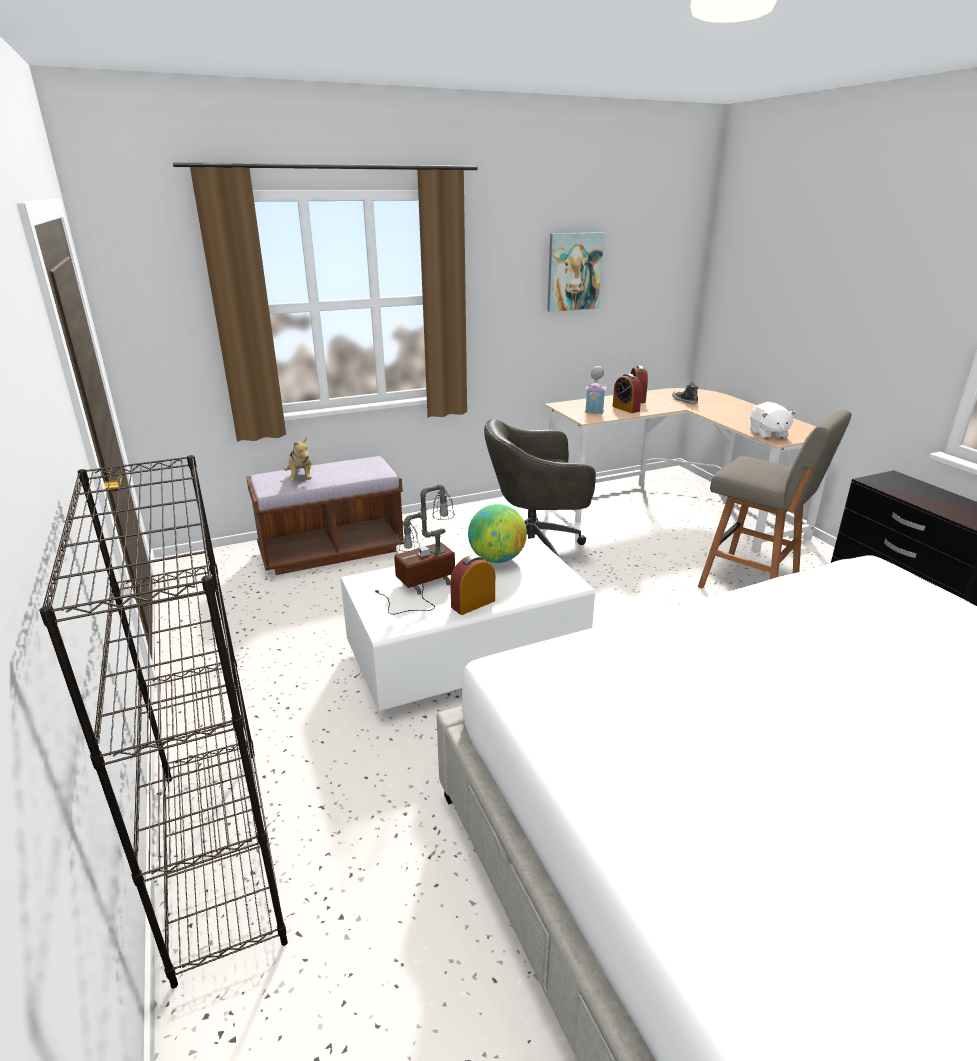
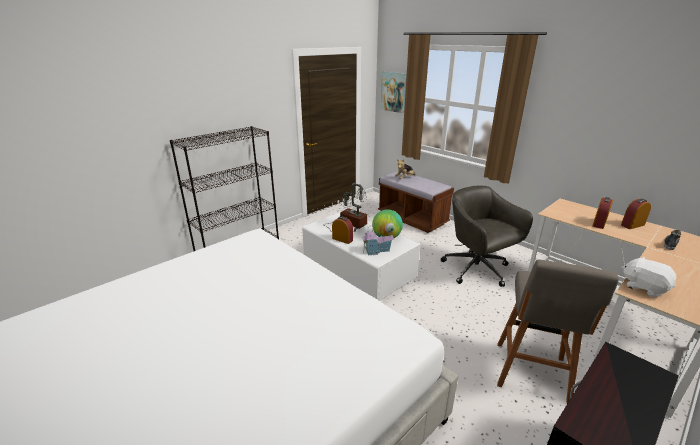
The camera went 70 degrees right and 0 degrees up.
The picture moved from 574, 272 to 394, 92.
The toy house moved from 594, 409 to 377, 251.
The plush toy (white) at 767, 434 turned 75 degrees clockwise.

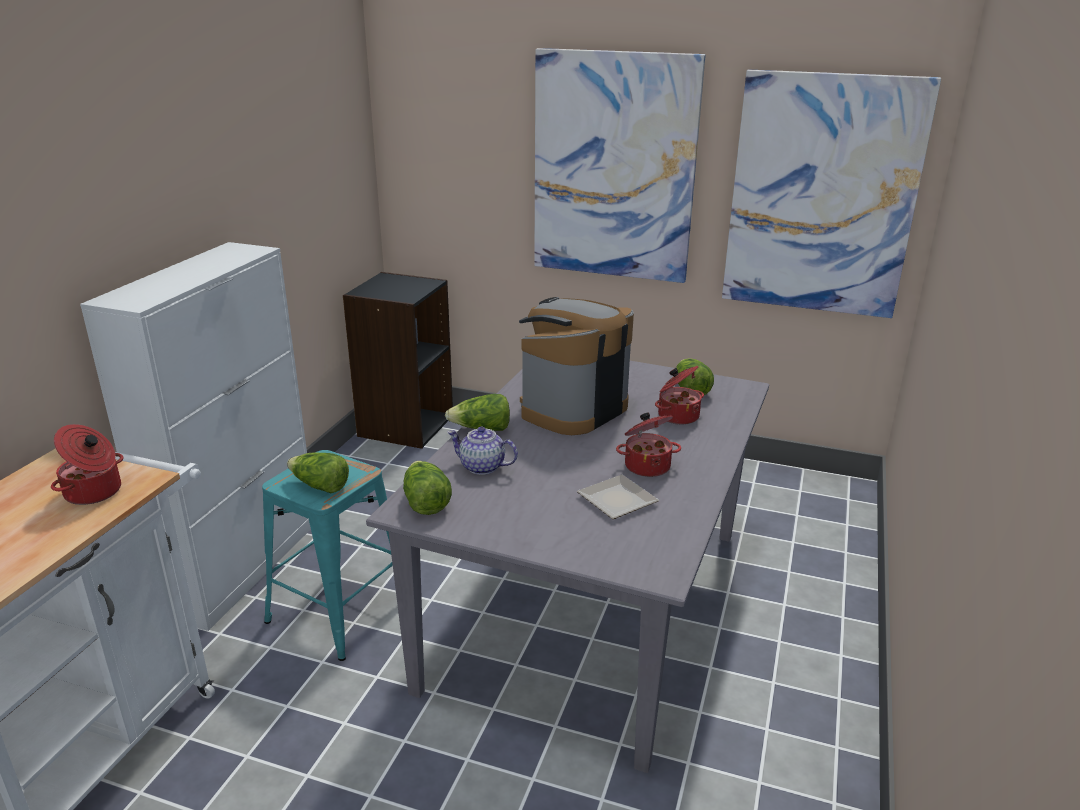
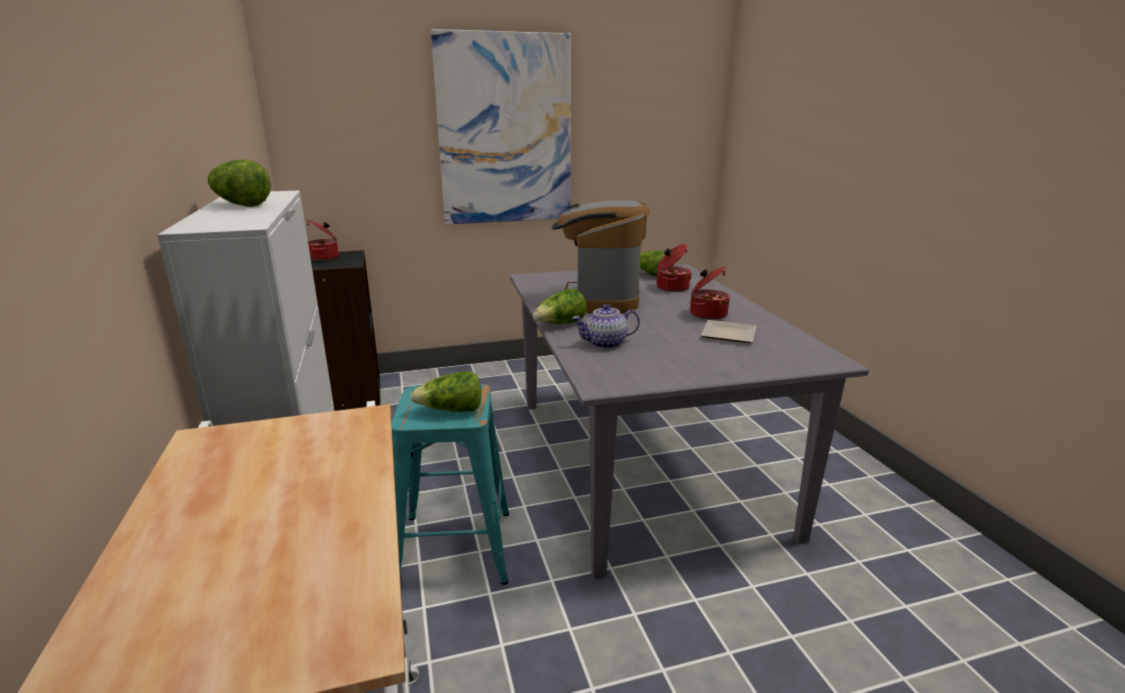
The camera went 35 degrees left and 5 degrees down.
The cooking pot moved from 94, 492 to 324, 258.
The lettuce moved from 425, 502 to 239, 204.
The picture at 822, 196 disappeared.

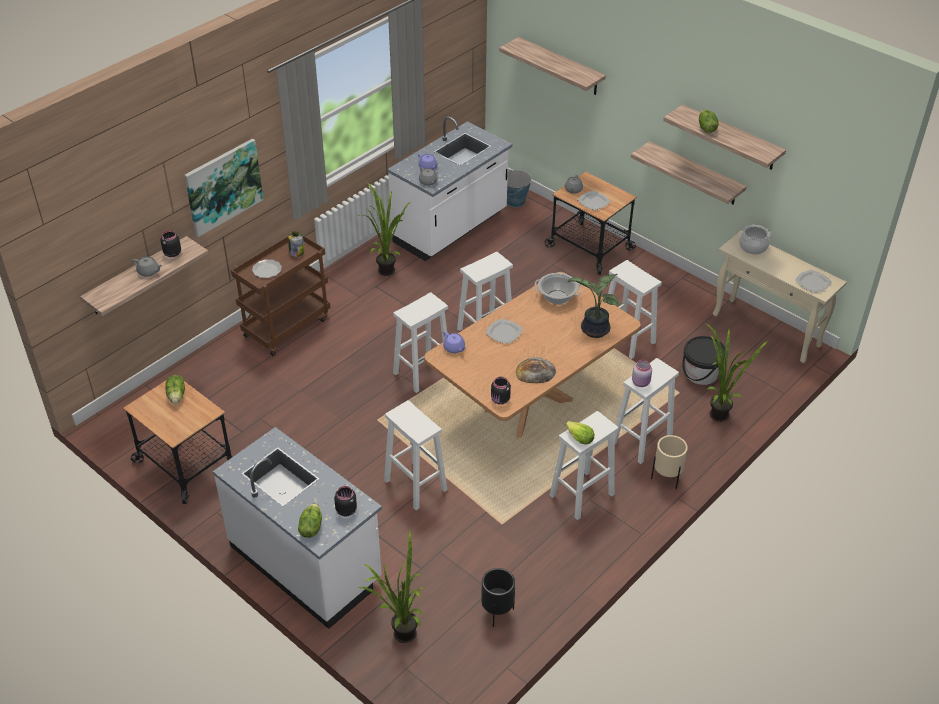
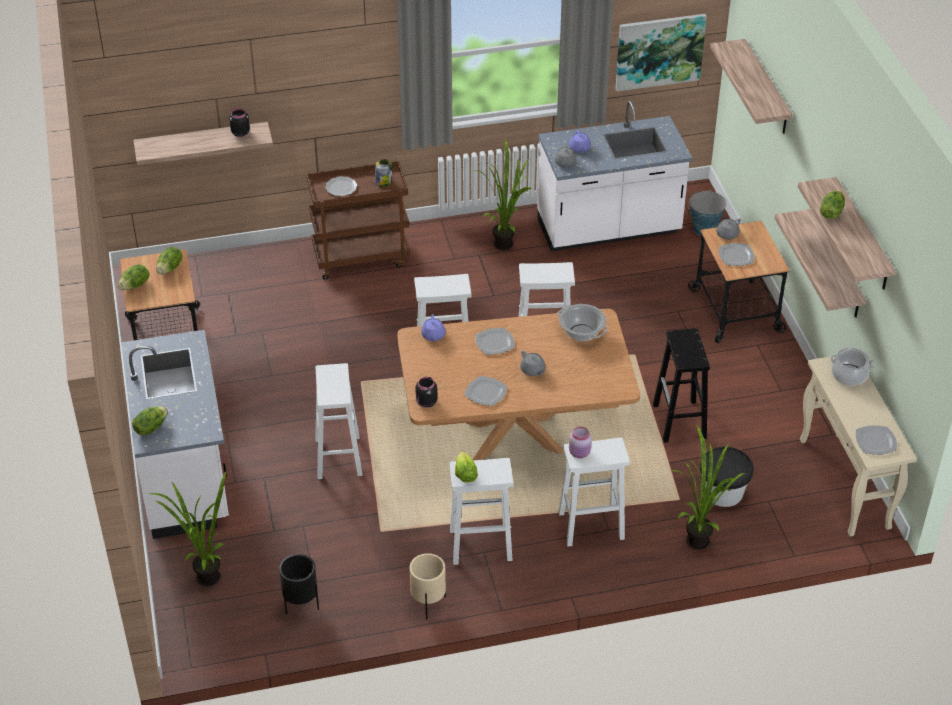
The camera went 35 degrees right and 0 degrees up.
The teapot (grey) moved from 149, 272 to 533, 370.
The picture moved from 223, 186 to 659, 51.
The jar (black) at 346, 510 disappeared.
The bread at 535, 371 was replaced by the plate at 486, 393.
The potted plant at 593, 330 disappeared.
The stool (white) at 628, 340 became the stool (black) at 679, 422.
The planter (beige) moved from 666, 478 to 428, 604.
The lettuce at 135, 285 appeared.

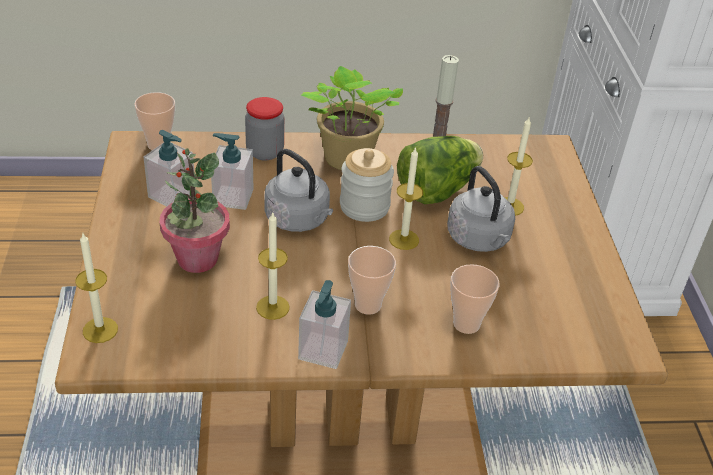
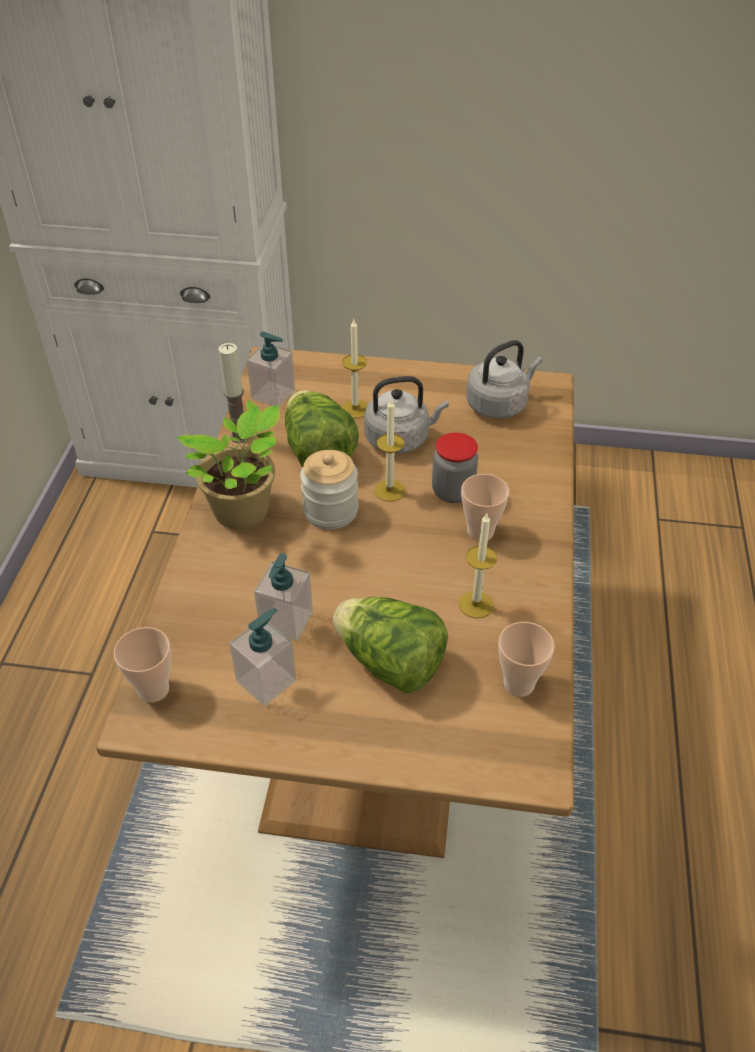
The camera went 75 degrees left and 5 degrees up.
The candle at 100, 330 disappeared.
The potted plant at 197, 259 was replaced by the lettuce at 390, 663.
The jar moved from 265, 152 to 453, 492.
The kettle (grey) moved from 299, 220 to 499, 404.
The soap dispenser moved from 323, 350 to 273, 394.
The cup moved from 466, 324 to 518, 684.

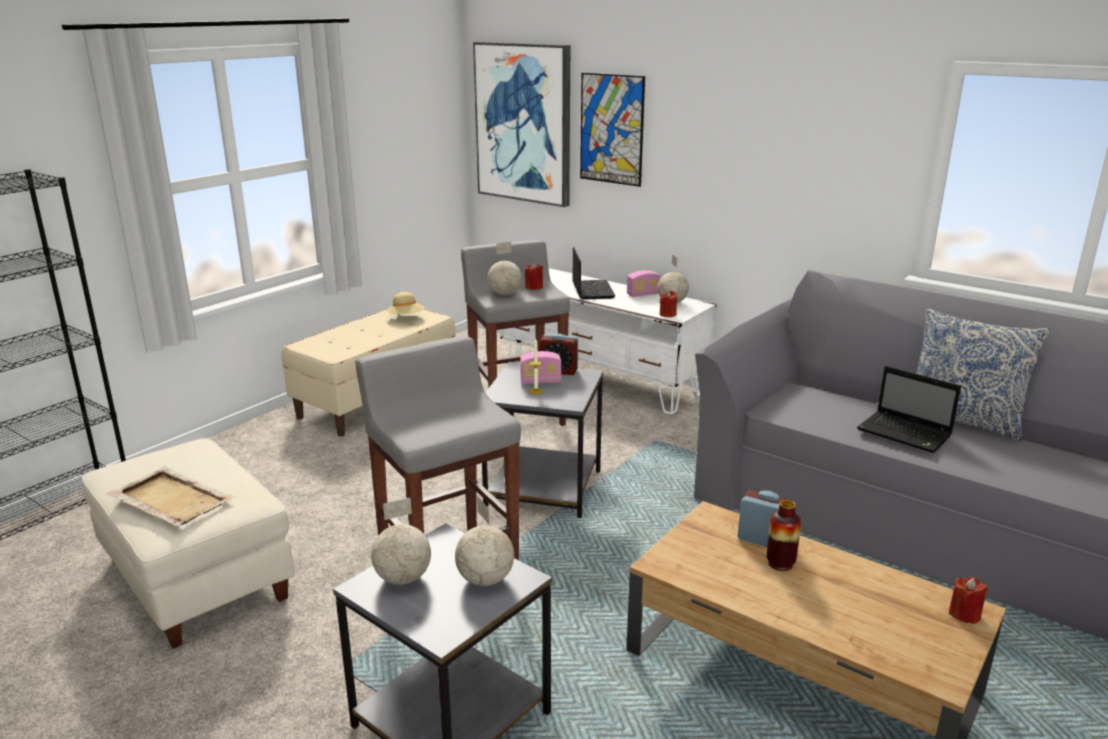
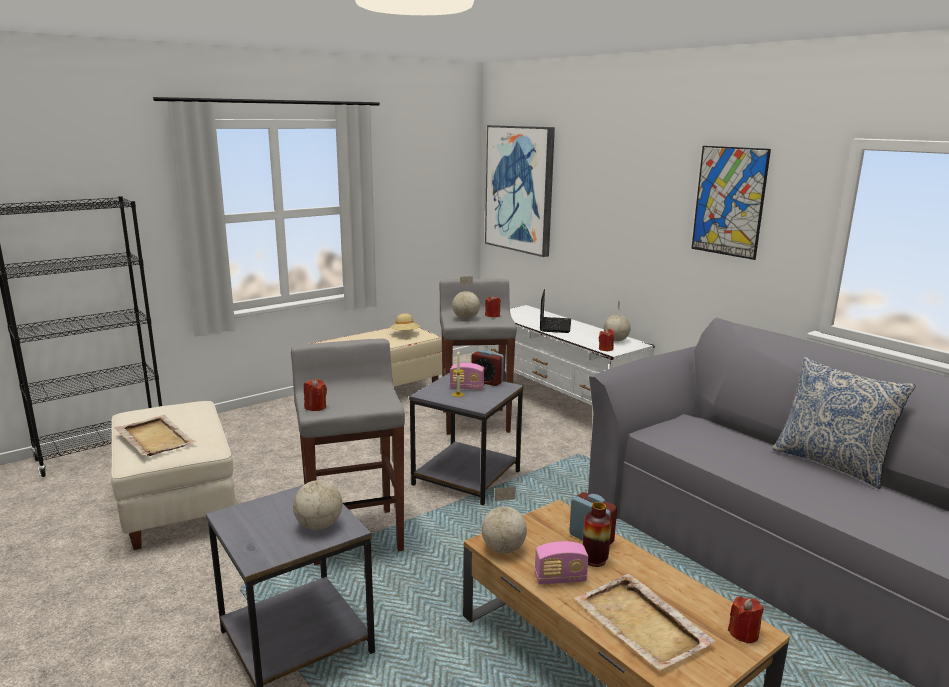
The camera went 15 degrees right and 5 degrees down.
The globe moved from 404, 578 to 504, 549.
The picture moved from 611, 129 to 729, 201.
The radio moved from 643, 294 to 560, 579.
The laptop at 906, 433 disappeared.
The candle (red) at 315, 407 appeared.
The tray (beige) at 642, 624 appeared.

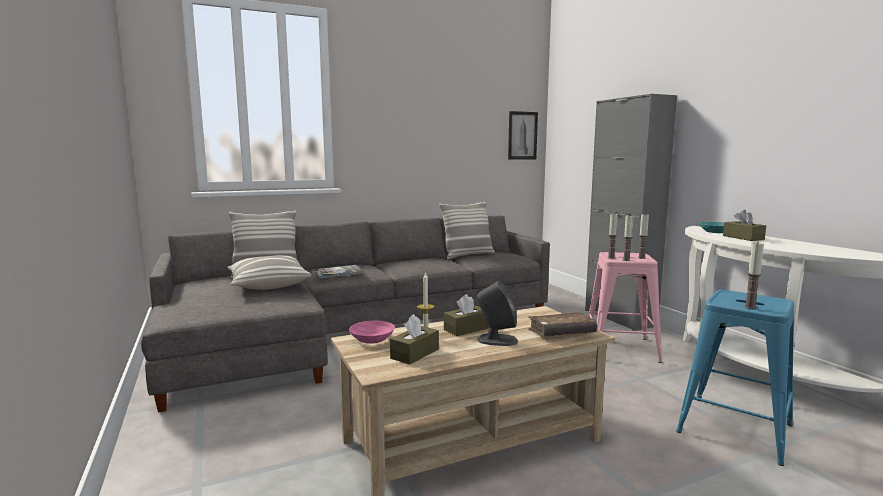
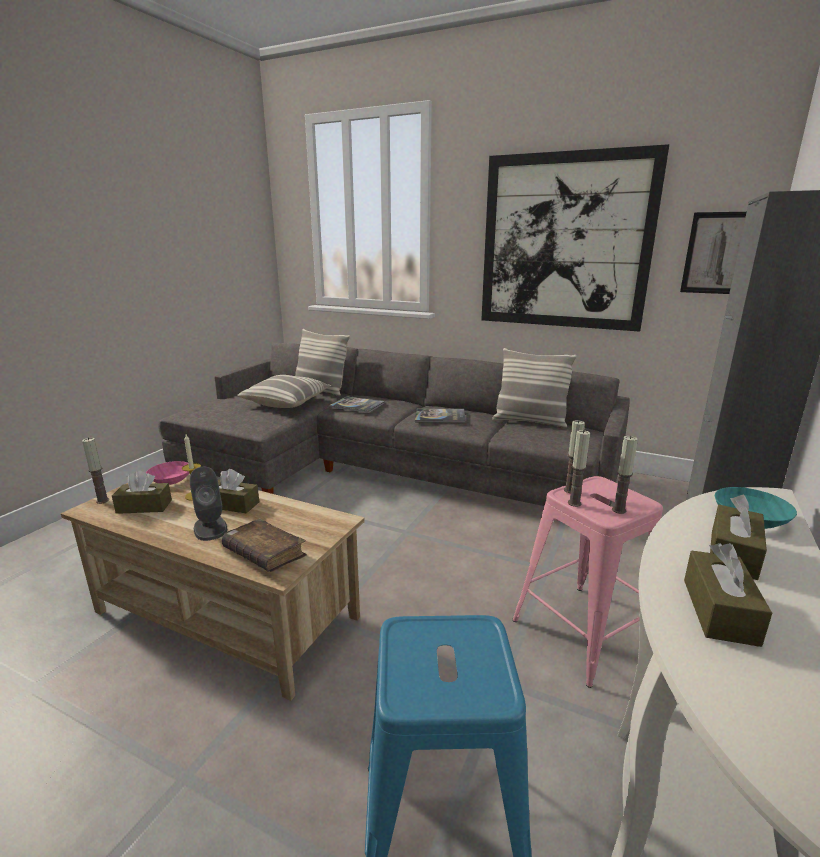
The camera went 50 degrees right and 10 degrees up.
The candle moved from 750, 307 to 102, 500.
The book at 440, 416 appeared.
The picture at 565, 242 appeared.
The tissue box (brown) at 719, 611 appeared.

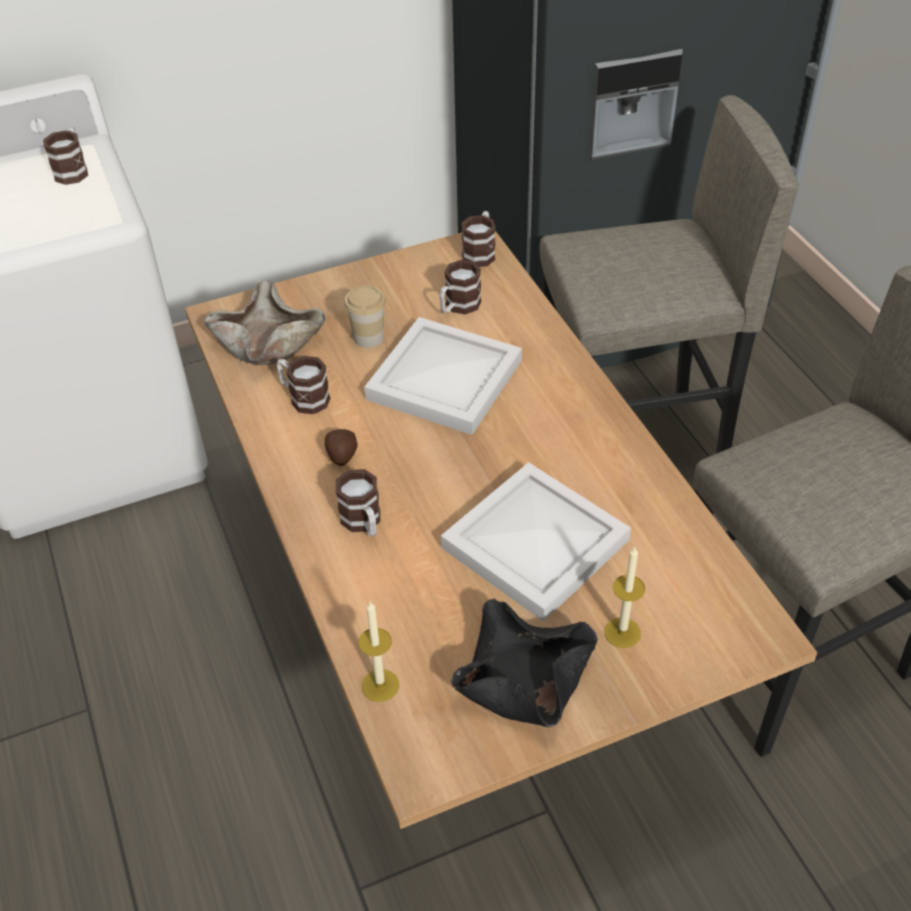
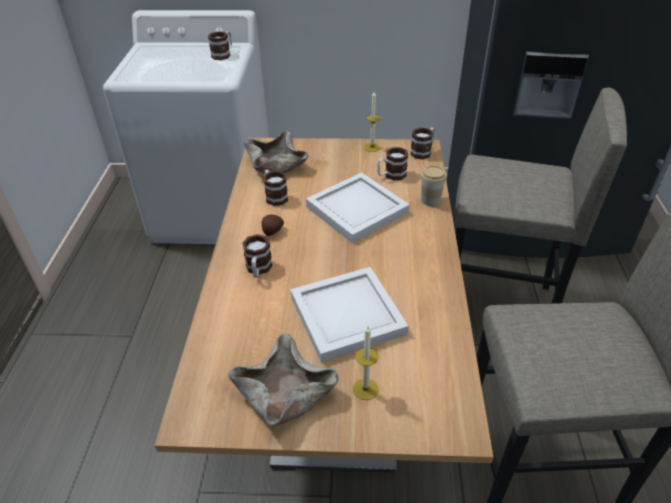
The camera went 25 degrees right and 5 degrees down.
The cup moved from 368, 337 to 430, 200.
The candle moved from 380, 685 to 372, 147.
The bowl (black) at 525, 680 became the bowl (beige) at 285, 393.

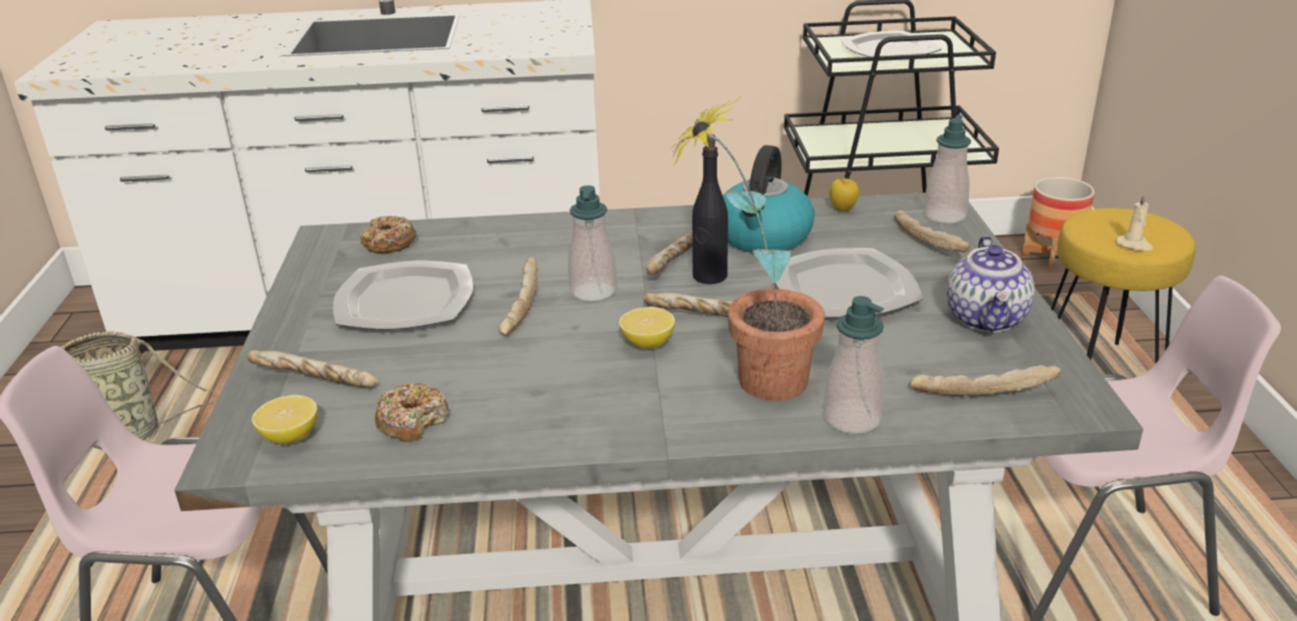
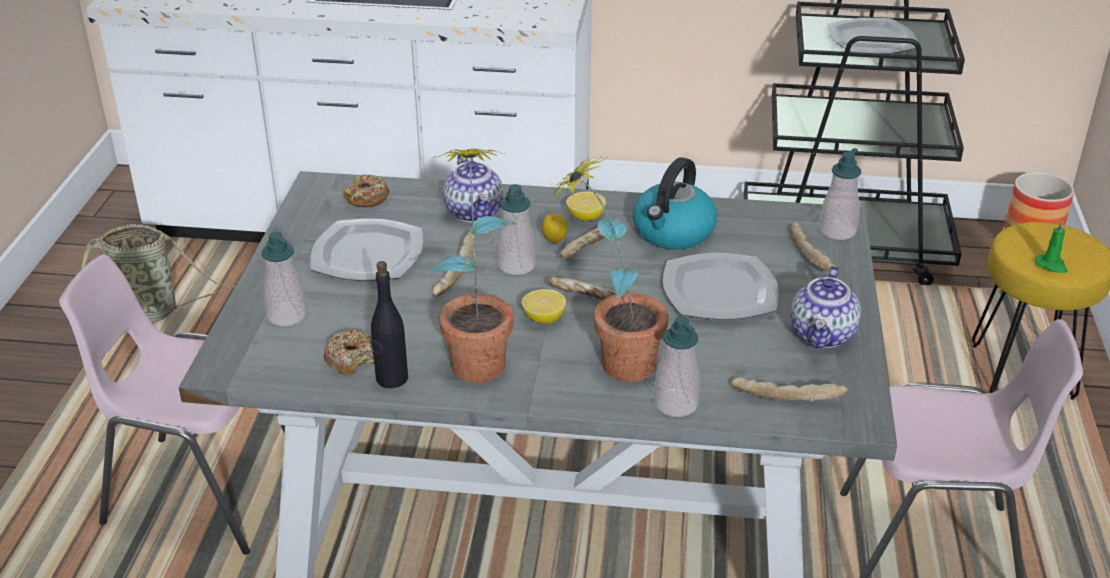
The camera went 10 degrees right and 5 degrees up.
The bread at 314, 382 was replaced by the soap dispenser at 287, 316.
The lemon moved from 290, 437 to 585, 217.
The bottle (black) moved from 709, 276 to 391, 379.
The apple moved from 842, 209 to 554, 241.
The candle (beige) at 1134, 245 became the candle (green) at 1051, 265.
The potted plant at 478, 354 appeared.
The teapot at 475, 212 appeared.

